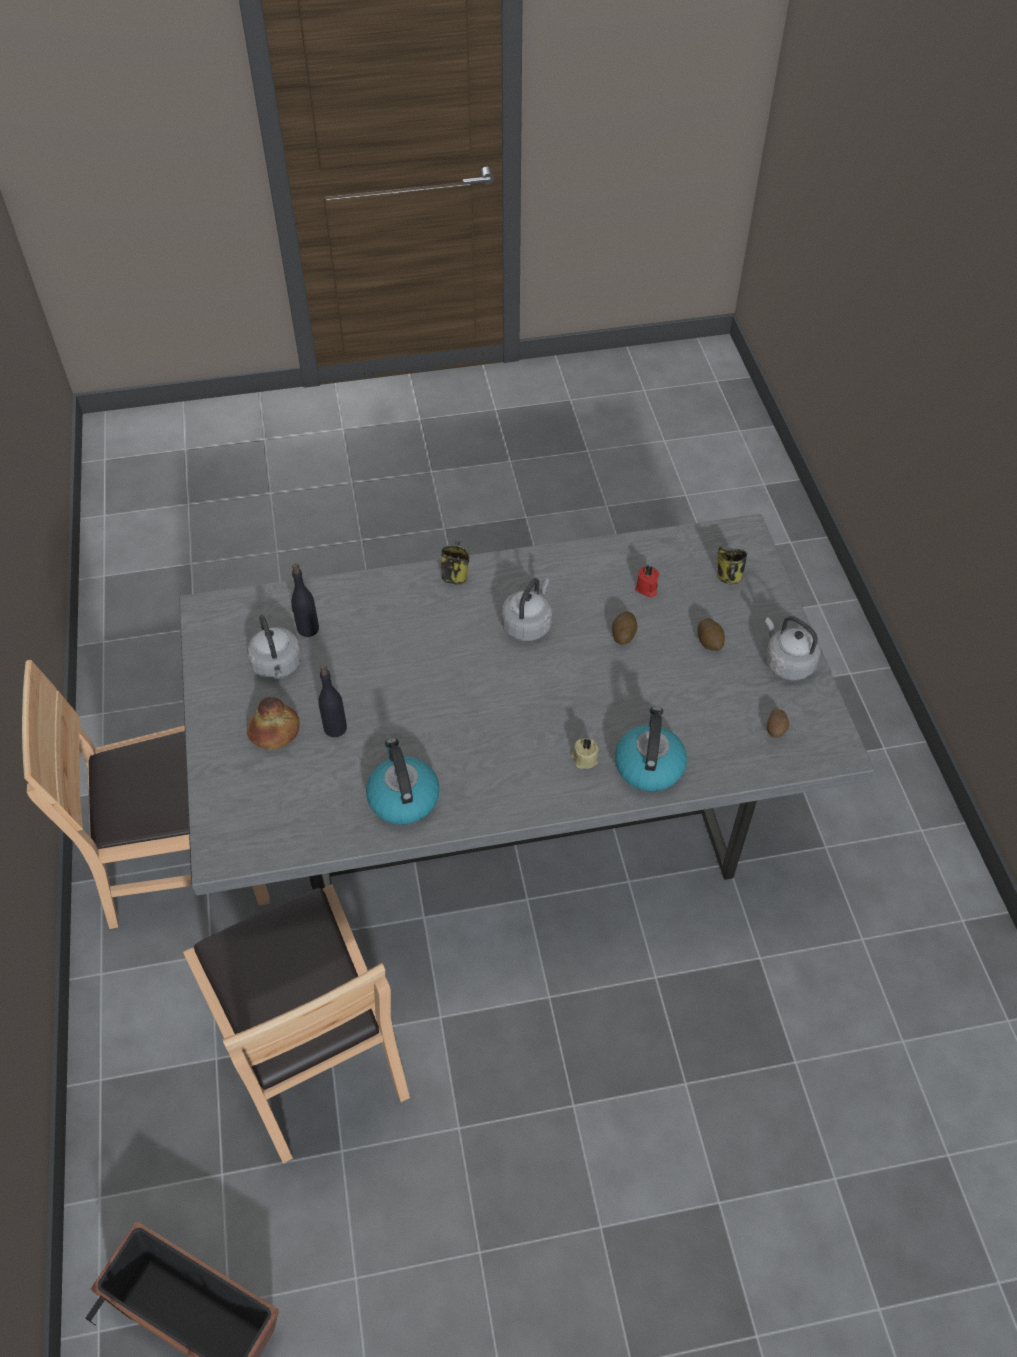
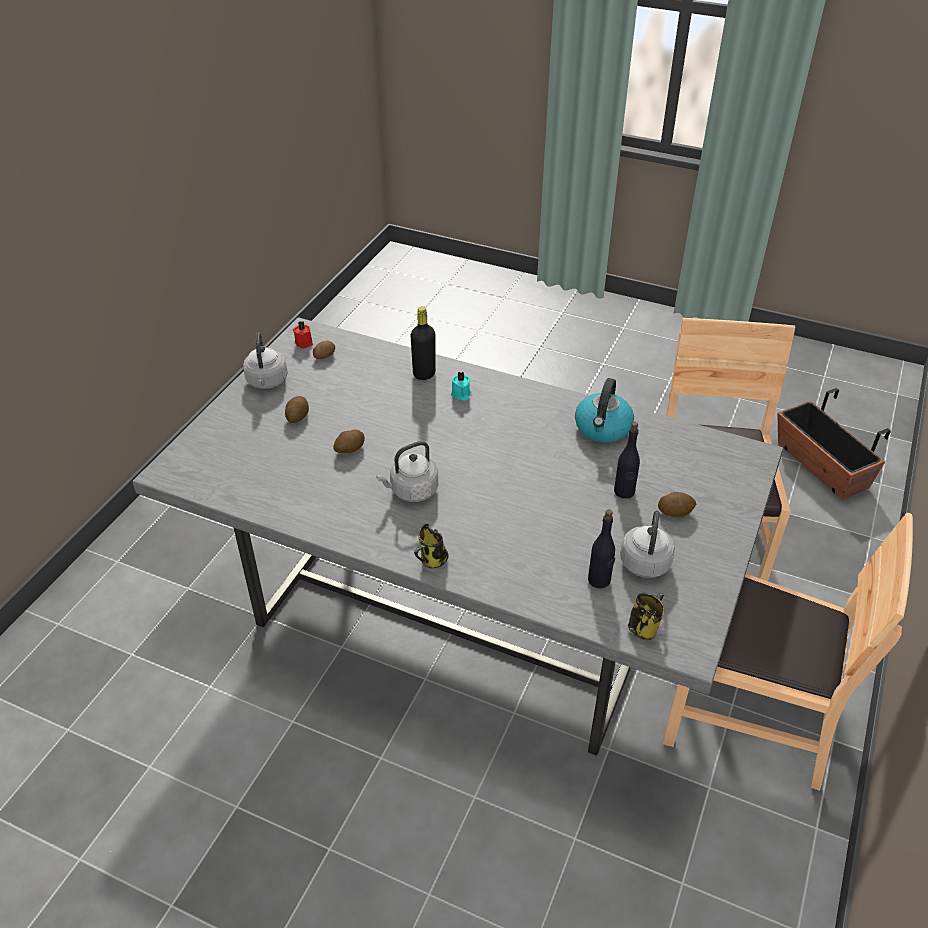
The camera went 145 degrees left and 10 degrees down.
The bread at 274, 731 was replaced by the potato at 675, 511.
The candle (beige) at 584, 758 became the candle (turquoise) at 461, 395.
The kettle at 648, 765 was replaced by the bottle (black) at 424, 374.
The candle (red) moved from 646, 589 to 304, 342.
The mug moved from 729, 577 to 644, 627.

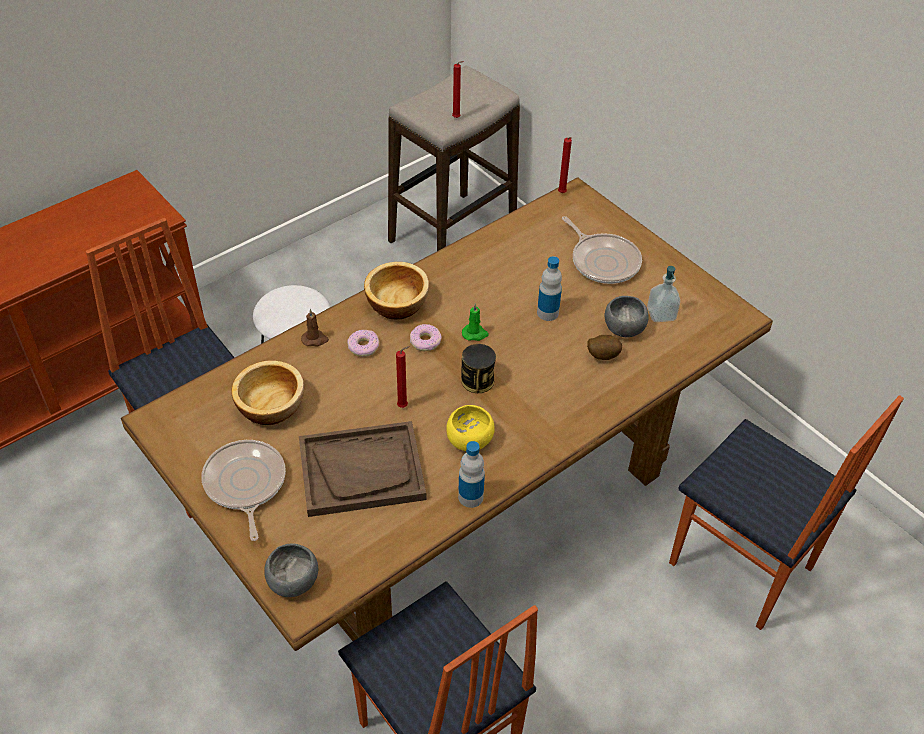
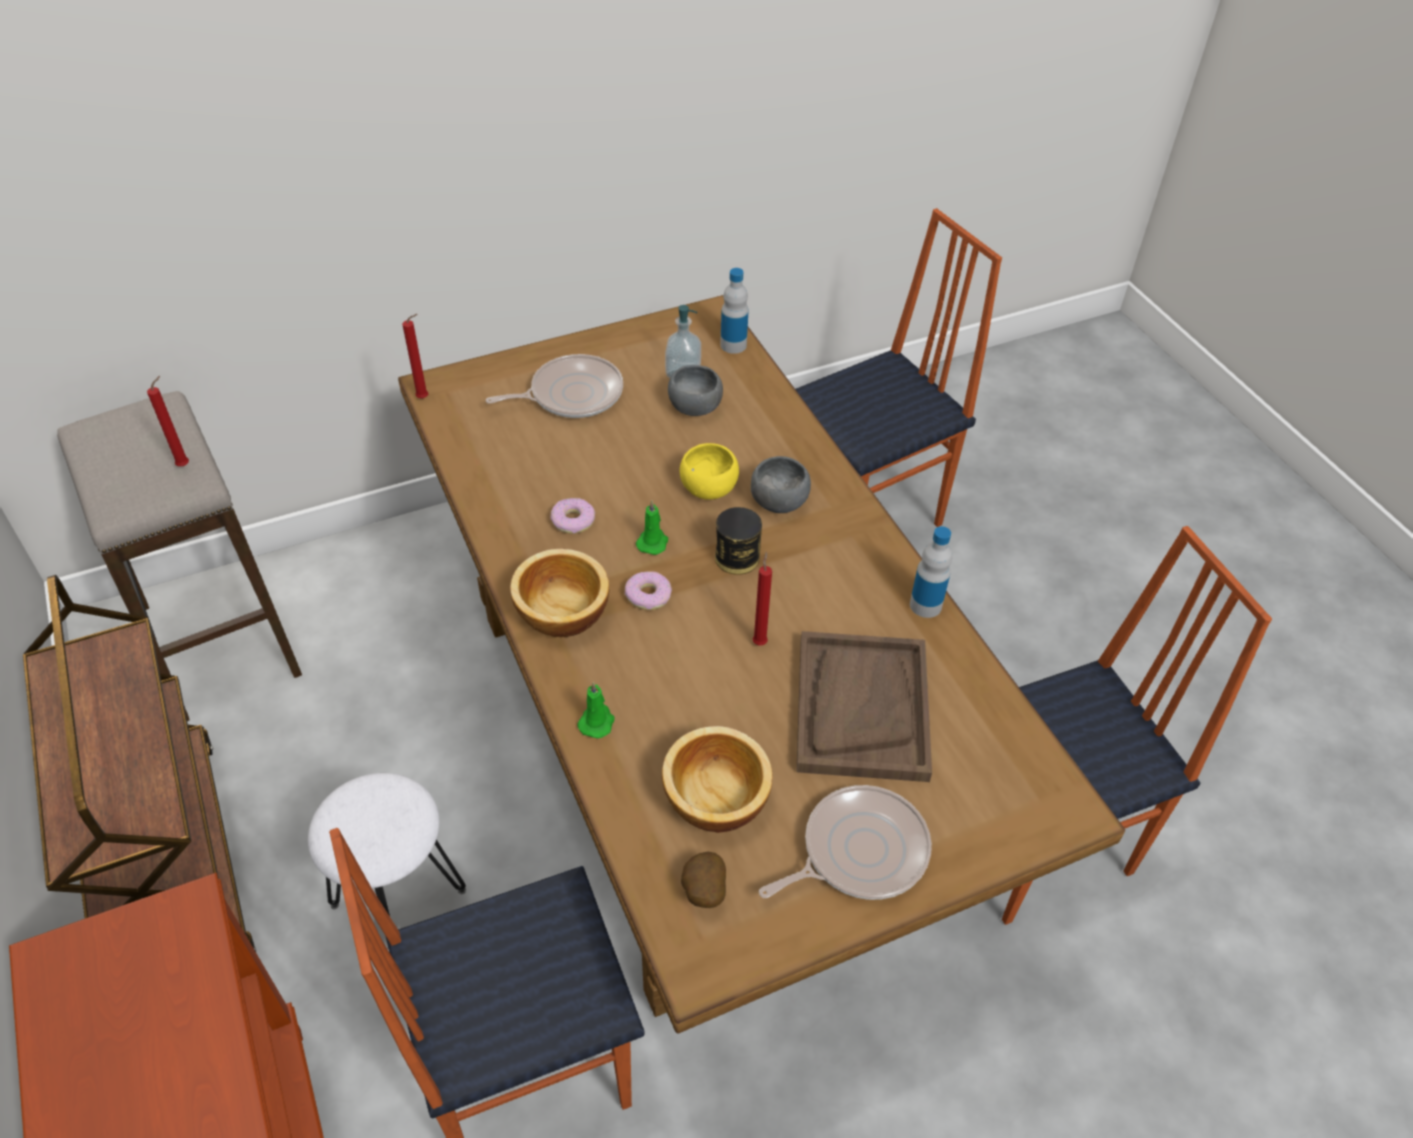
The camera went 75 degrees left and 0 degrees up.
The frying pan at 245, 484 turned 150 degrees clockwise.
The bowl (grey) moved from 294, 581 to 778, 500.
The candle (brown) at 315, 339 became the candle (green) at 597, 721.
The donut moved from 363, 347 to 573, 521.
The bowl (yellow) moved from 471, 440 to 709, 487.
The bottle moved from 547, 313 to 733, 345.
The potato moved from 602, 355 to 703, 892.
The cart (brown) at 173, 862 appeared.

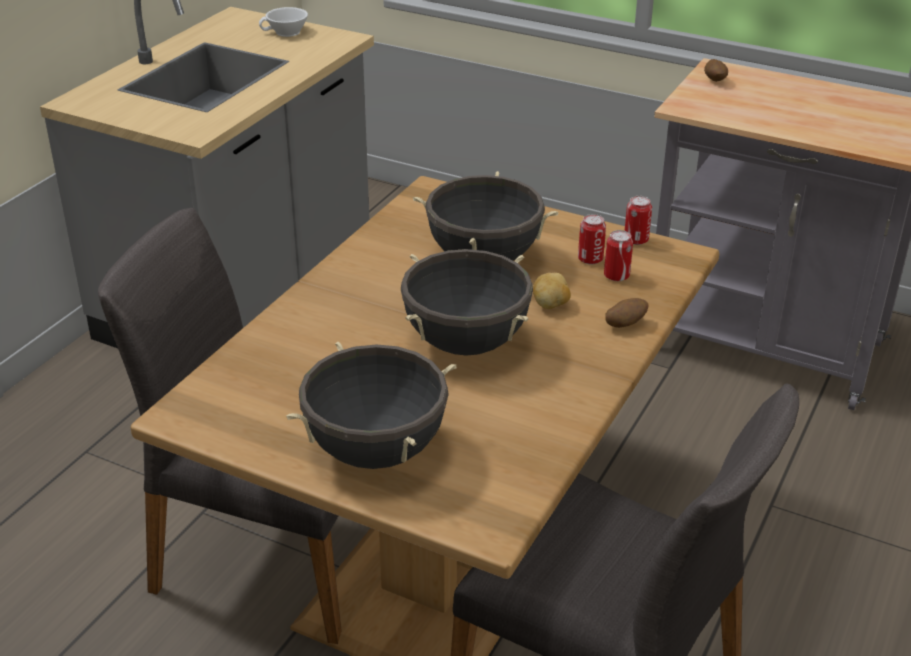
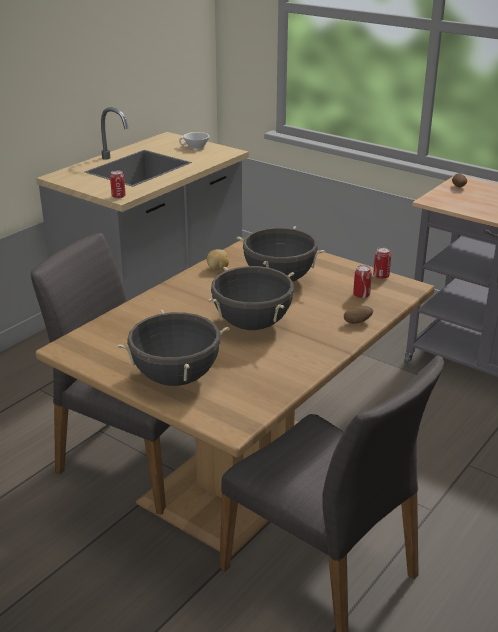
The camera went 10 degrees right and 5 degrees down.
The potato moved from 550, 305 to 218, 268.
The can moved from 590, 259 to 118, 196.

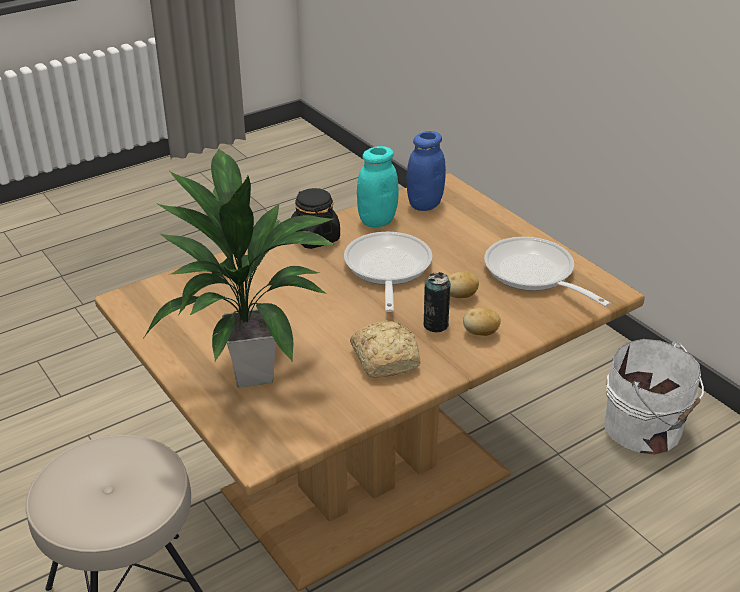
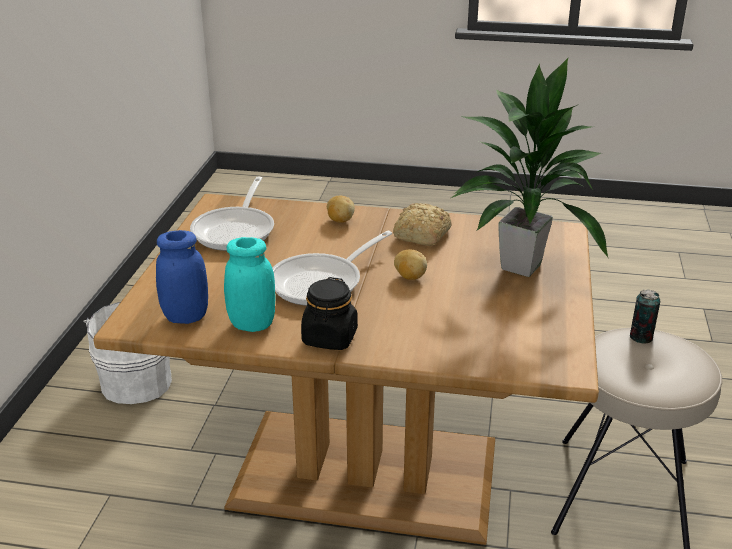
The camera went 135 degrees left and 5 degrees down.
The can moved from 435, 325 to 641, 337.
The potato moved from 460, 296 to 409, 277.

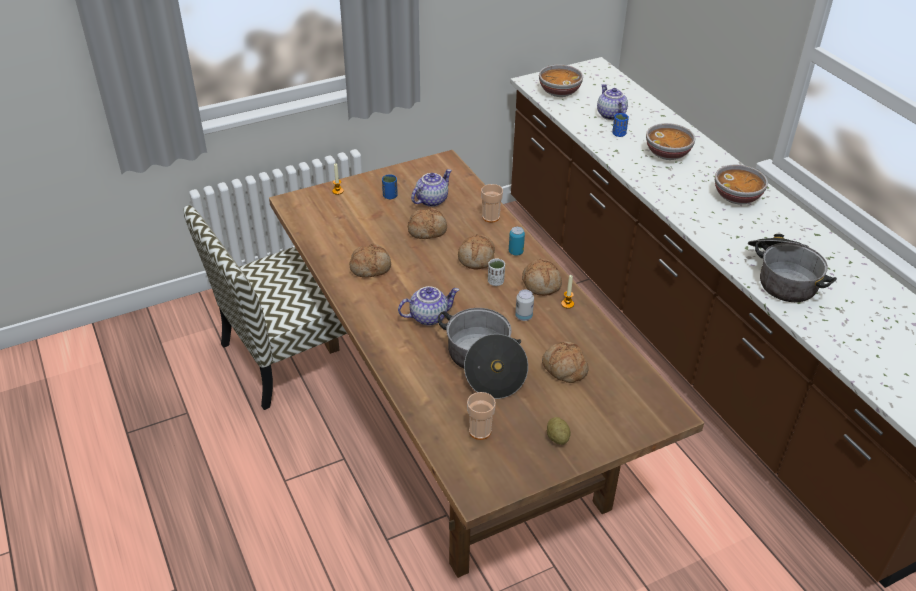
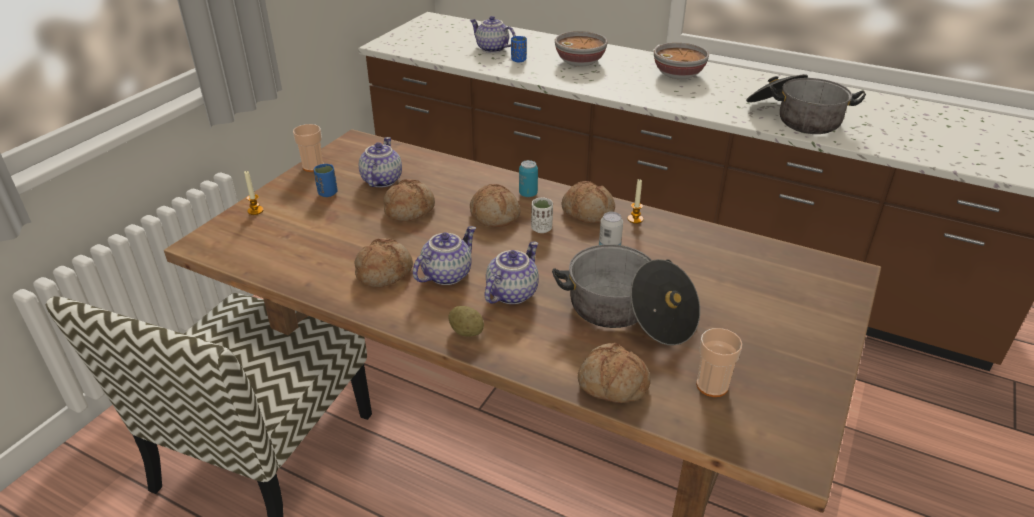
The camera went 35 degrees left and 5 degrees down.
The cup moved from 491, 217 to 313, 166.
The bowl at 559, 91 disappeared.
The bread moved from 564, 368 to 612, 384.
The potato moved from 557, 438 to 466, 332.
The teapot at 446, 274 appeared.

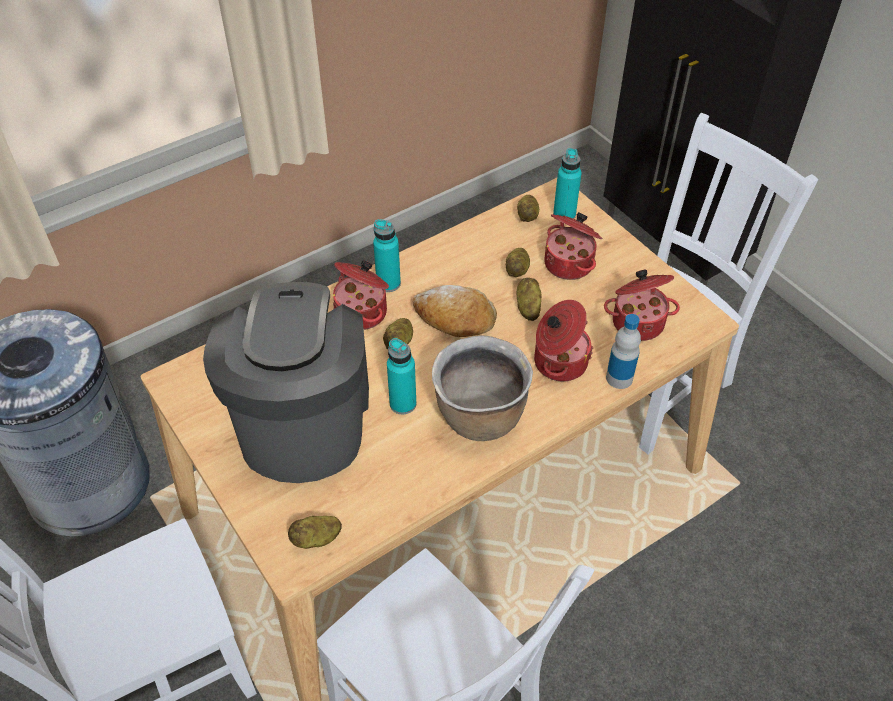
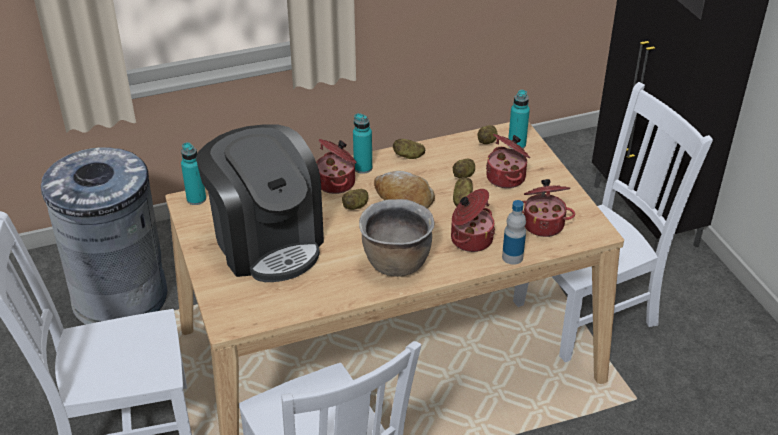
The camera went 15 degrees right and 10 degrees down.
The coffee machine at 302, 420 turned 135 degrees clockwise.
The potato moved from 316, 539 to 408, 156.
The bottle (turquoise) moved from 403, 404 to 196, 199.

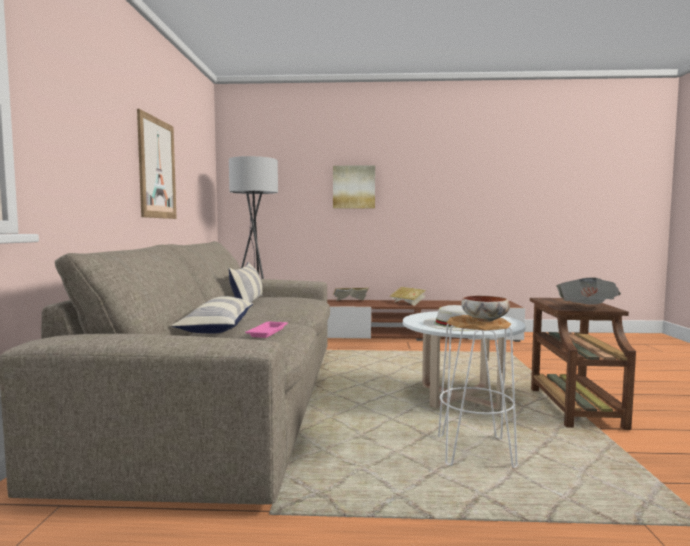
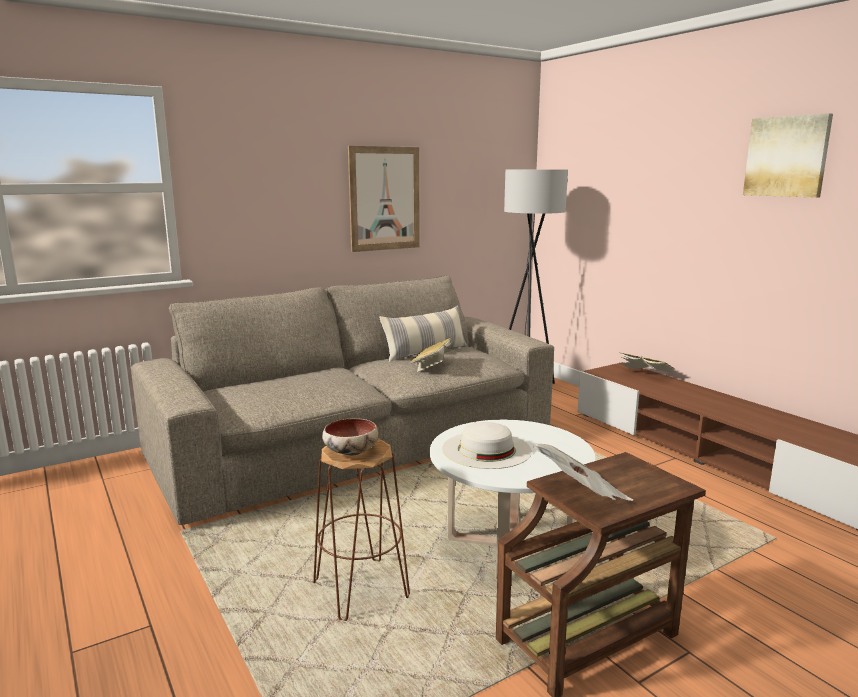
The camera went 55 degrees right and 10 degrees up.
The pillow at 218, 327 disappeared.
The tray (pink) at 268, 332 disappeared.
The picture moved from 354, 187 to 787, 156.
The book moved from 408, 303 to 432, 366.
The stool (white) at 474, 451 became the stool (brown) at 361, 589.

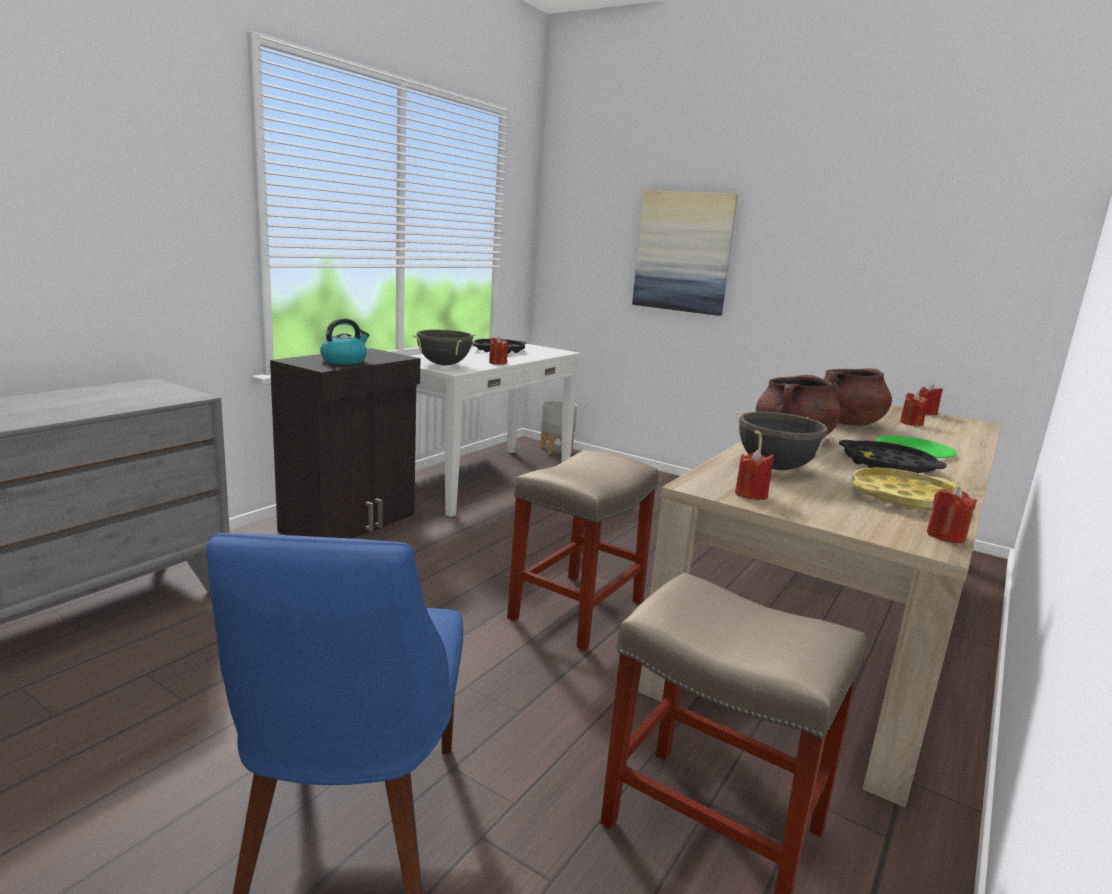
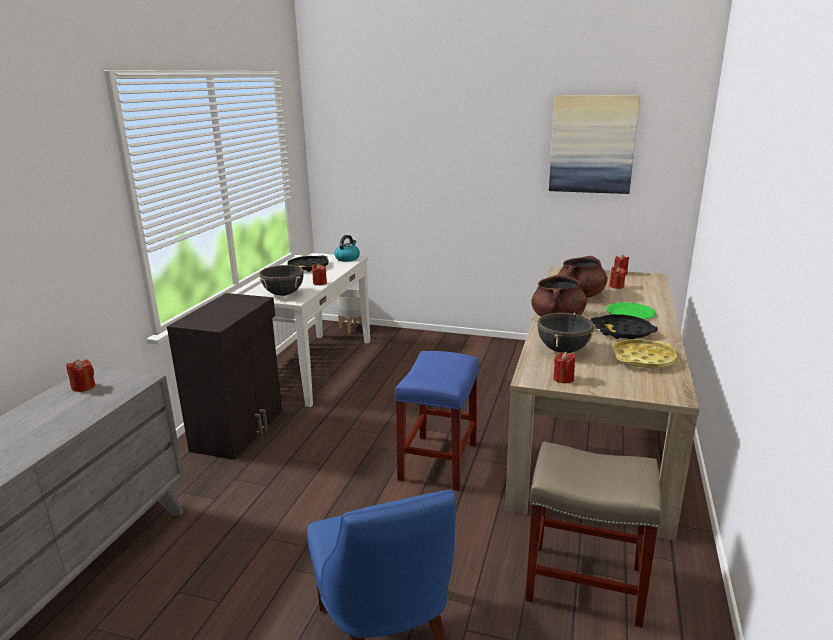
The camera went 15 degrees left and 5 degrees up.
The kettle moved from 344, 361 to 347, 258.
The stool (beige) at 578, 609 became the stool (blue) at 438, 460.
The picture moved from 683, 252 to 592, 144.
The candle (red) moved from 946, 536 to 83, 387.

